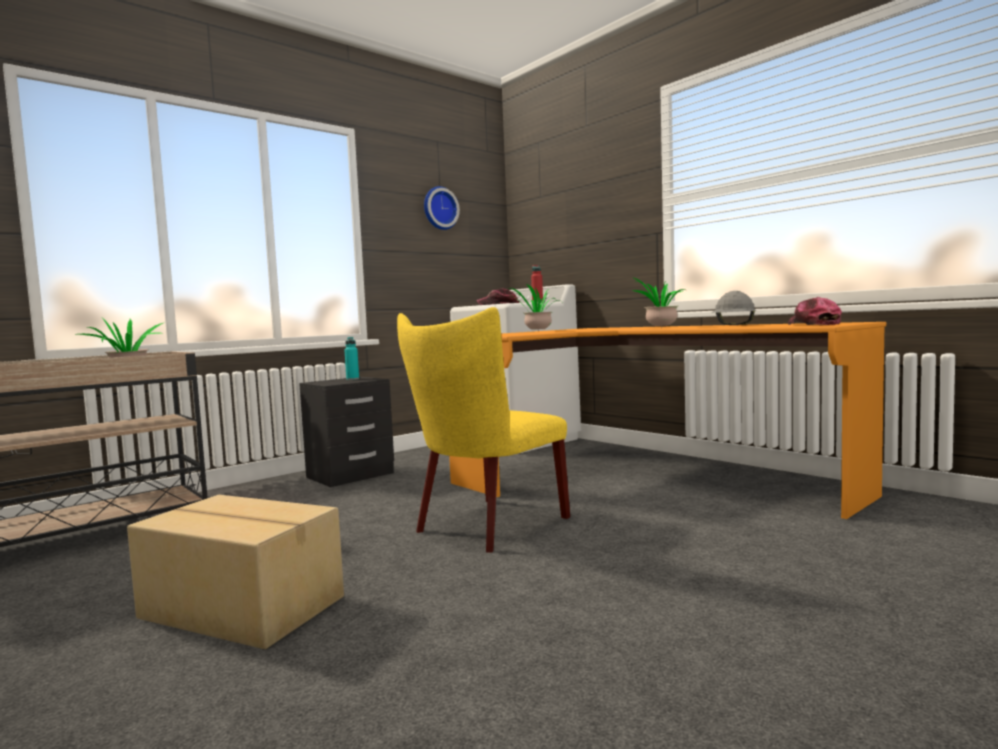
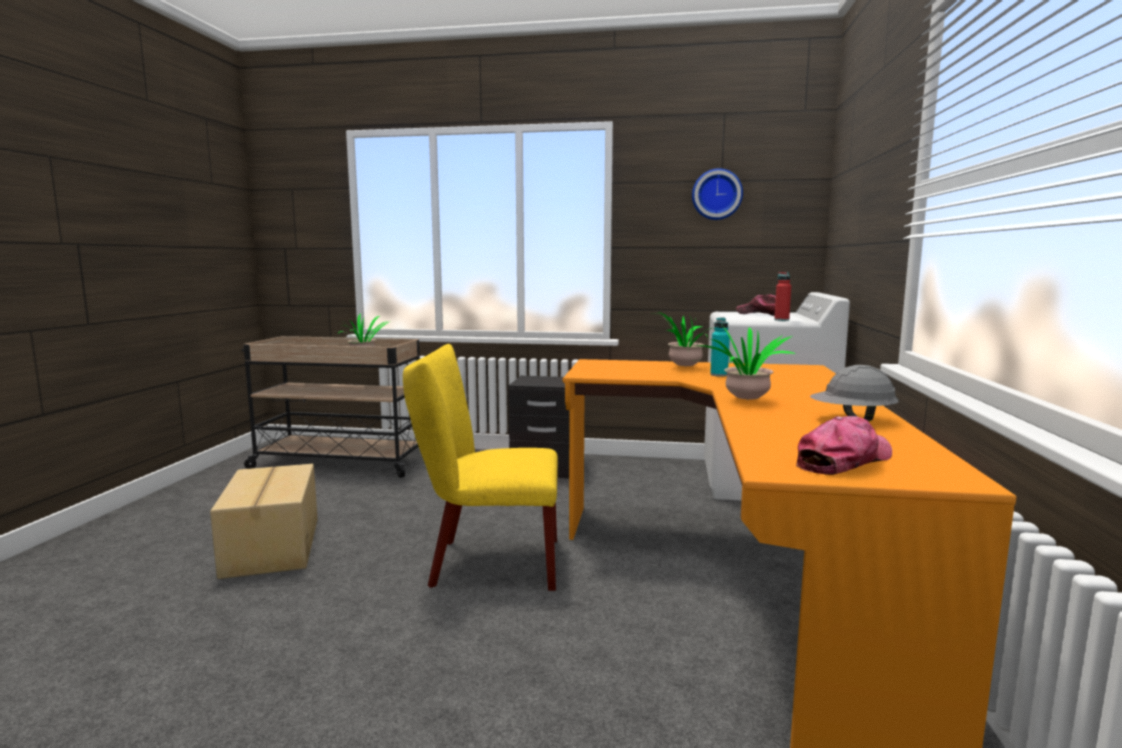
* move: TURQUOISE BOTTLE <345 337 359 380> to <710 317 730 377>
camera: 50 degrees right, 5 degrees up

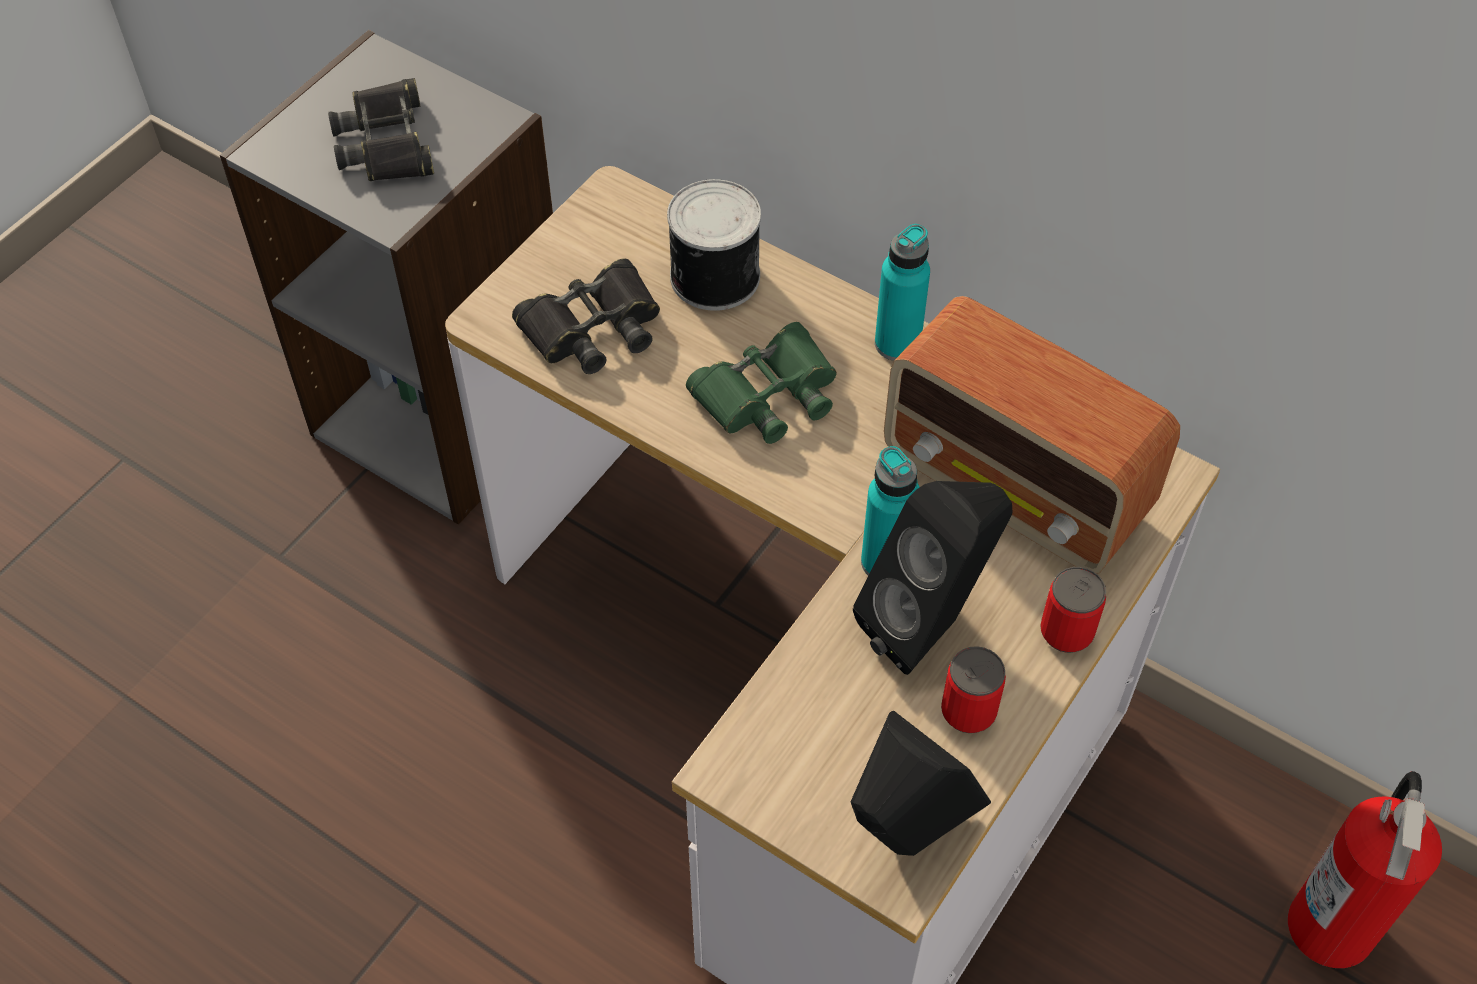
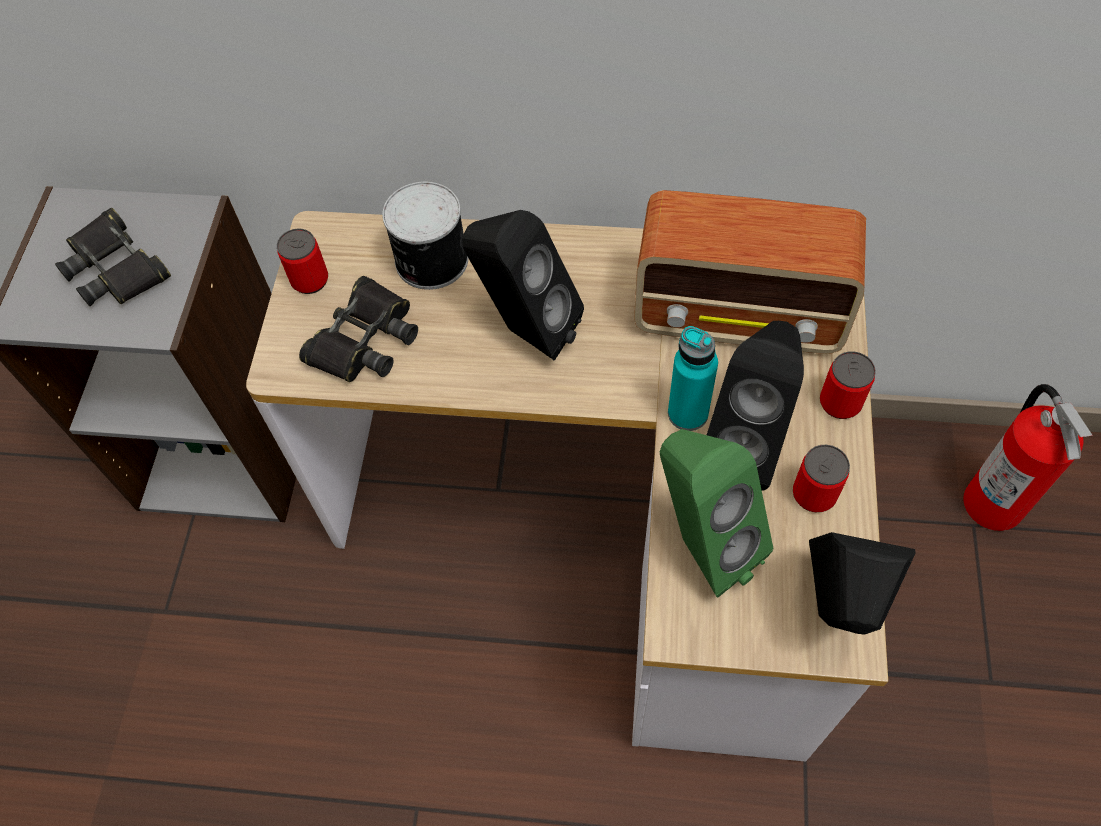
* replace: GREEN BINOCULARS <686 322 837 444> to BLACK SPEAKER <462 210 584 360>
* delete: TURQUOISE BOTTLE <875 224 930 361>
* insert: CAN <277 228 328 294>
* insert: GREEN SPEAKER <660 429 773 598>
camera: 25 degrees left, 5 degrees up

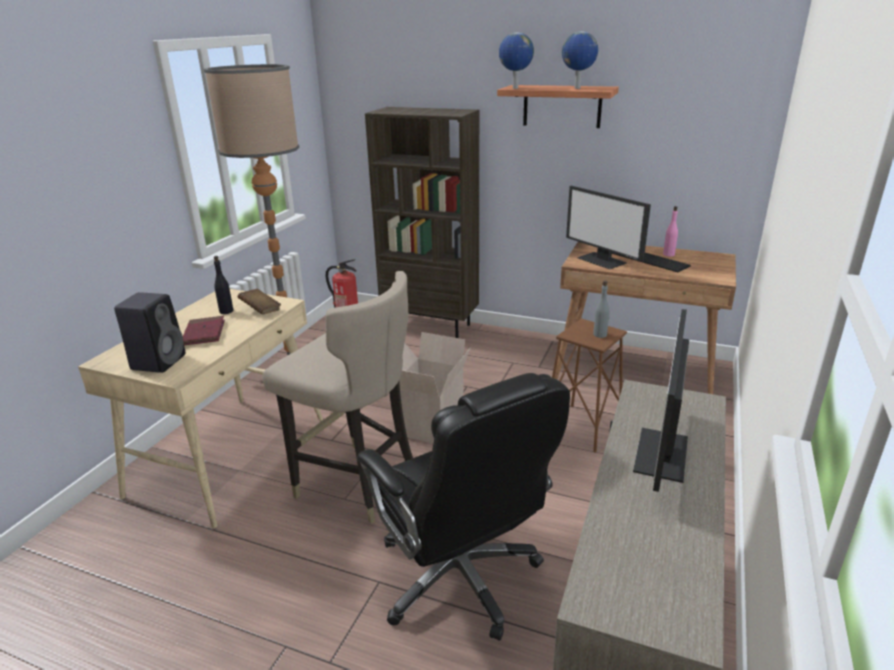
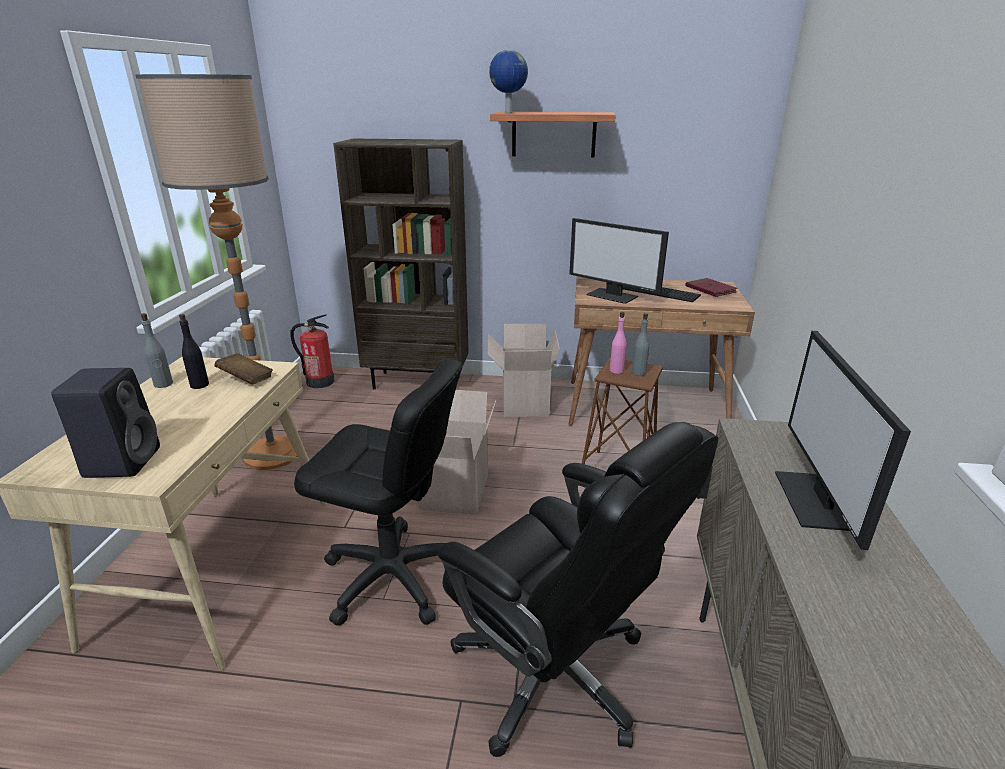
* move: RED BOOK <183 316 225 346> to <685 278 738 297>
* replace: BEIGE STOOL <263 271 413 524> to BLACK OFFICE CHAIR <294 359 462 626>
* delete: GLOBE <562 31 598 89>
* move: PINK BOTTLE <663 206 678 256> to <610 312 627 374>
* insert: GREY BOTTLE <141 313 173 388>
* insert: CARDBOARD BOX <488 324 560 417>
camera: 15 degrees left, 0 degrees up

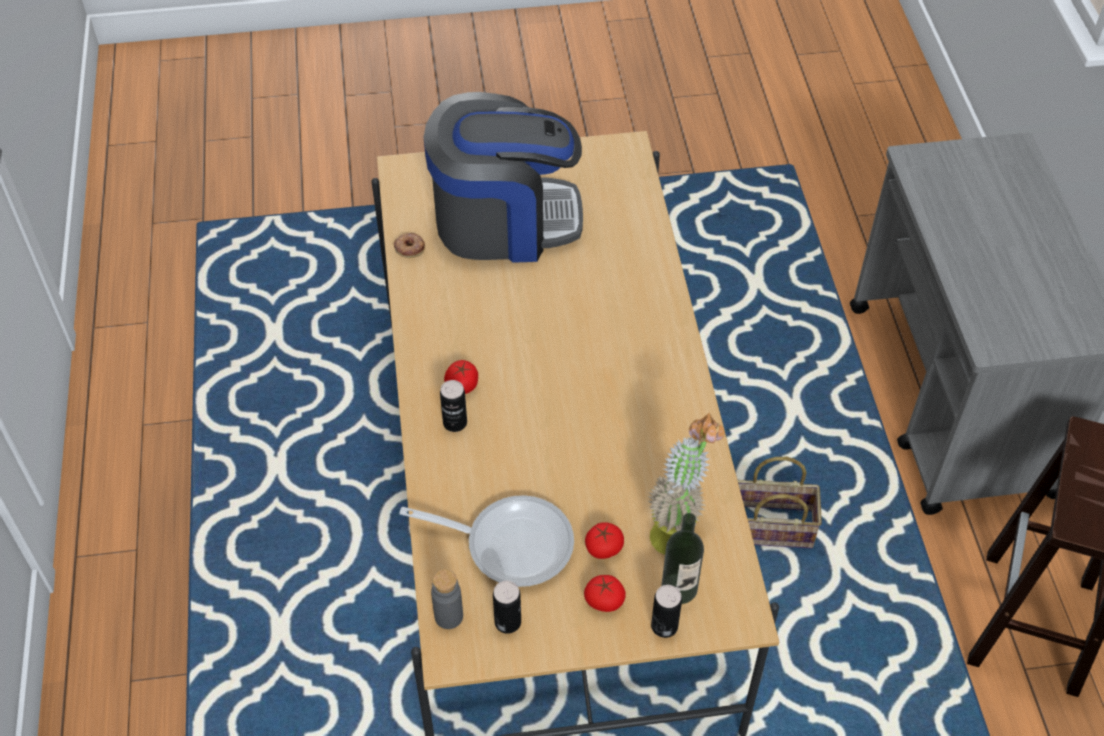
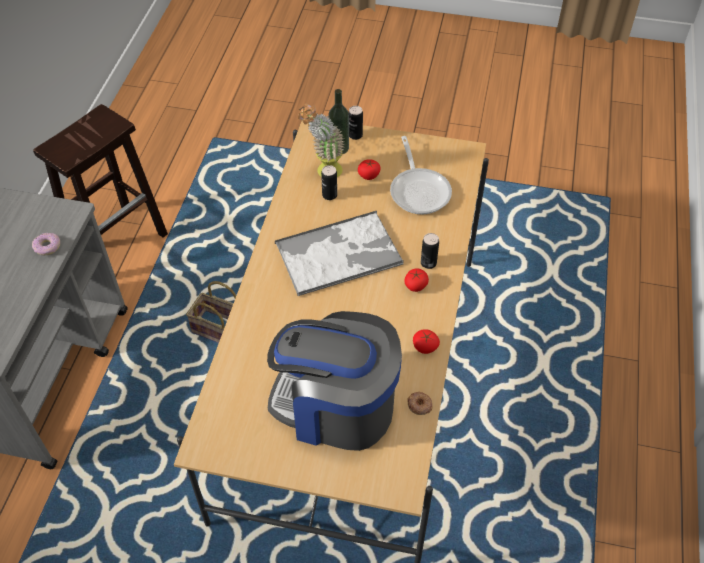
* rotate: FRYING PAN <399 495 574 587> = <390 136 452 214> 135 degrees counterclockwise
* delete: GREY BOTTLE <431 569 463 629>
* move: CAN <493 581 521 634> to <321 165 337 200>
* move: TOMATO <584 575 626 612> to <413 329 440 354>
* insert: DONUT <32 233 60 255>
* insert: TRAY <275 211 404 297>
camera: 160 degrees left, 0 degrees up

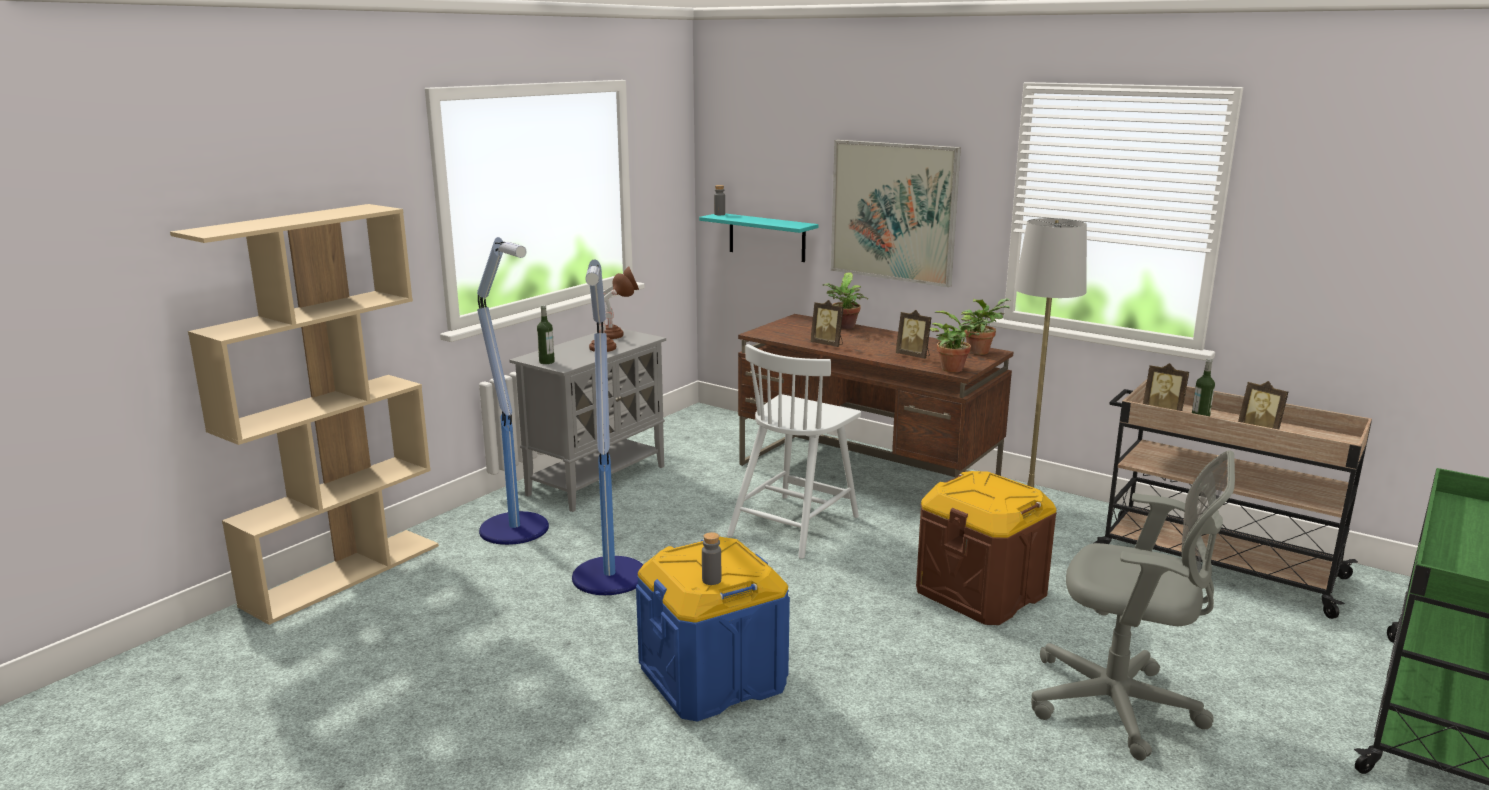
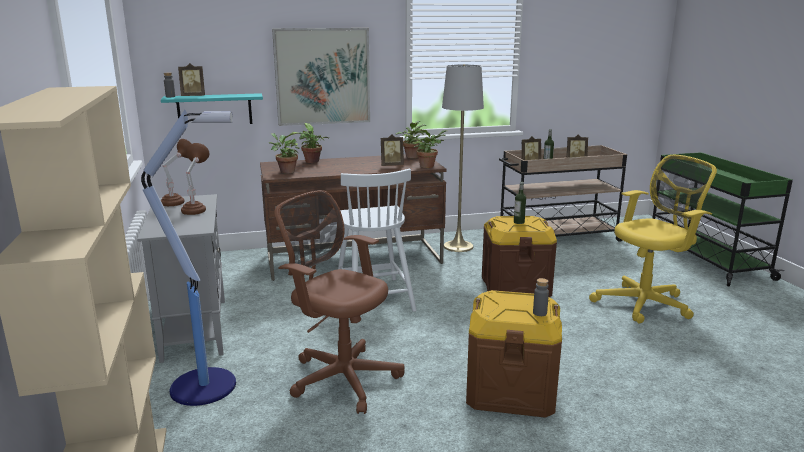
* move: BOTTLE <537 305 555 364> to <514 182 526 224>
* replace: FLOOR LAMP <572 259 643 595> to BROWN OFFICE CHAIR <274 190 405 414>
* recolor: BLUE STORAGE BOX <636 537 790 722> to BROWN STORAGE BOX <466 290 562 418>
* move: PICTURE FRAME <810 300 843 347> to <178 63 205 96>
* recolor: GREY OFFICE CHAIR <1031 450 1235 761> to YELLOW OFFICE CHAIR <589 155 717 324>
* insert: POTTED PLANT <269 132 300 173>
camera: 50 degrees left, 0 degrees up

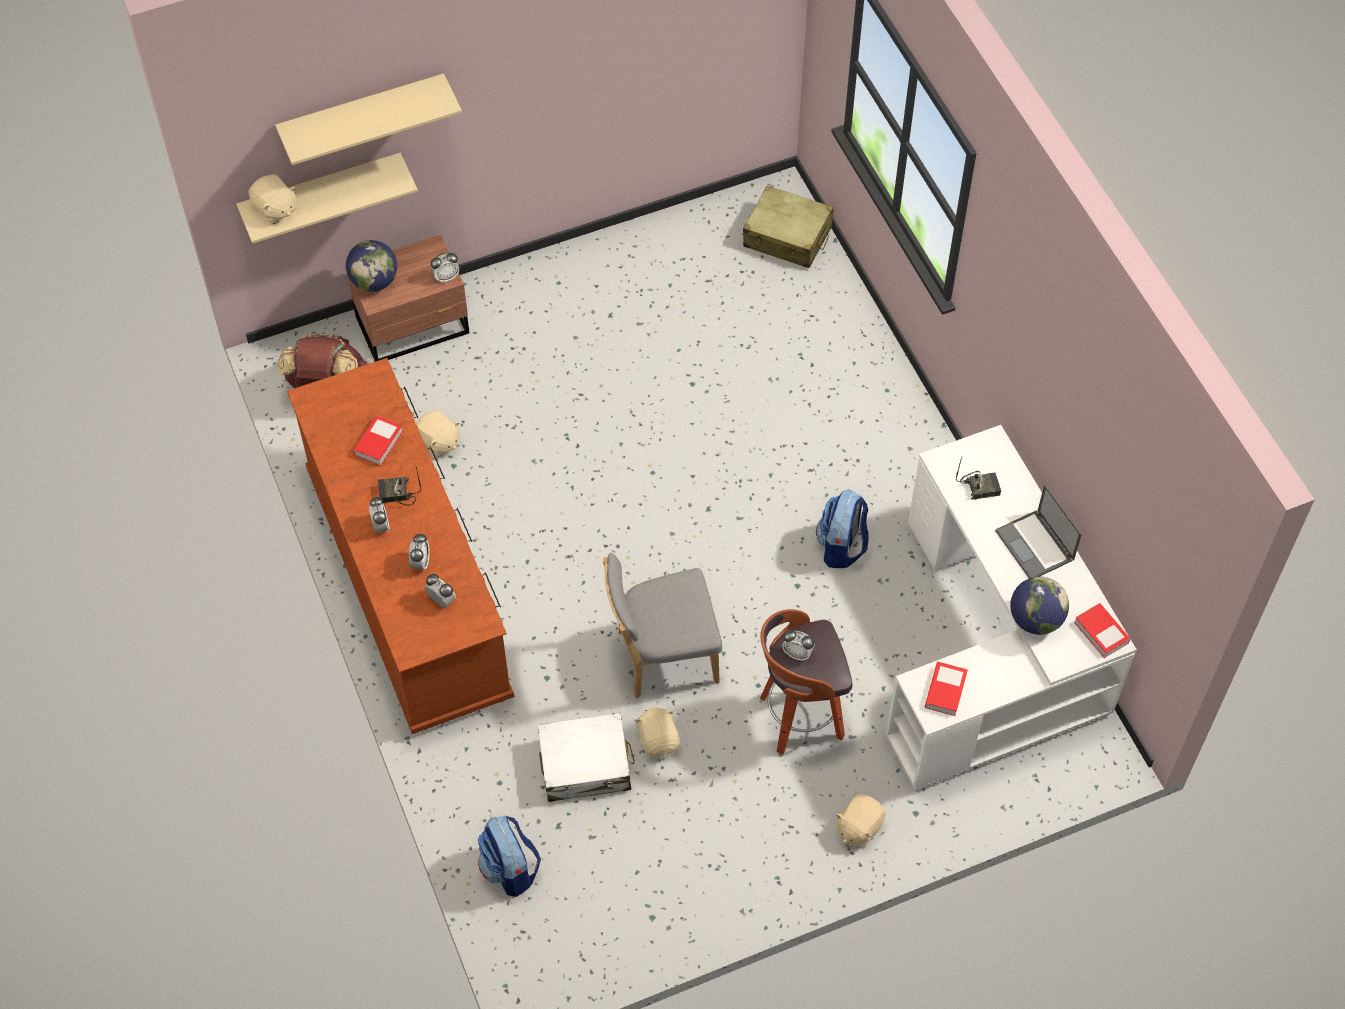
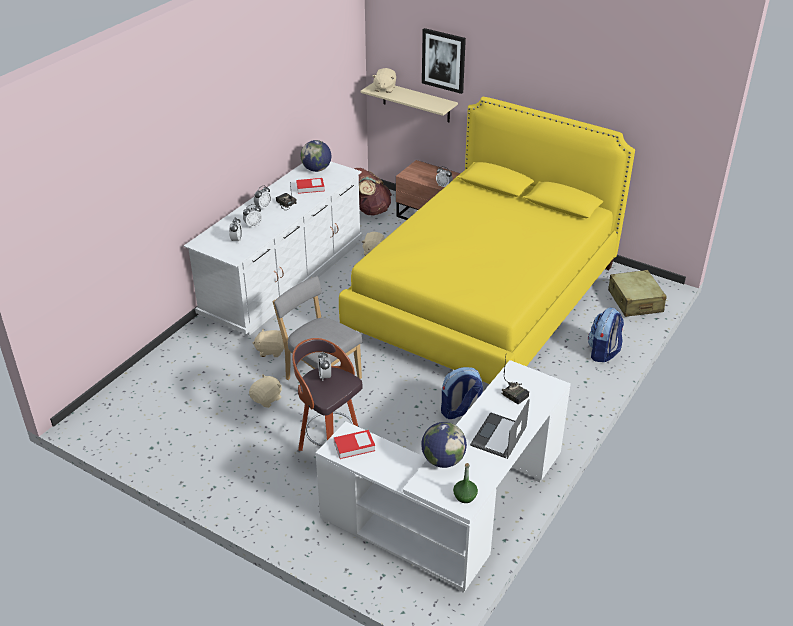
* replace: BEIGE SHELF <275 73 462 165> to PICTURE <422 28 466 94>
* recolor: BROWN DRESSER <287 358 514 734> to WHITE DRESSER <184 162 362 336>
* move: GLOBE <346 240 397 292> to <300 140 332 172>
* move: BACKPACK <478 816 541 897> to <588 308 624 362>
* delete: WHITE SUITCASE <538 712 635 802>
* move: BEIGE PLUSH TOY <835 794 886 847> to <253 329 284 357>
* replace: BOOK <1074 603 1131 658> to GREEN BOTTLE <453 463 478 503>
* insert: YELLOW BED <339 97 635 384>
camera: 55 degrees right, 20 degrees down

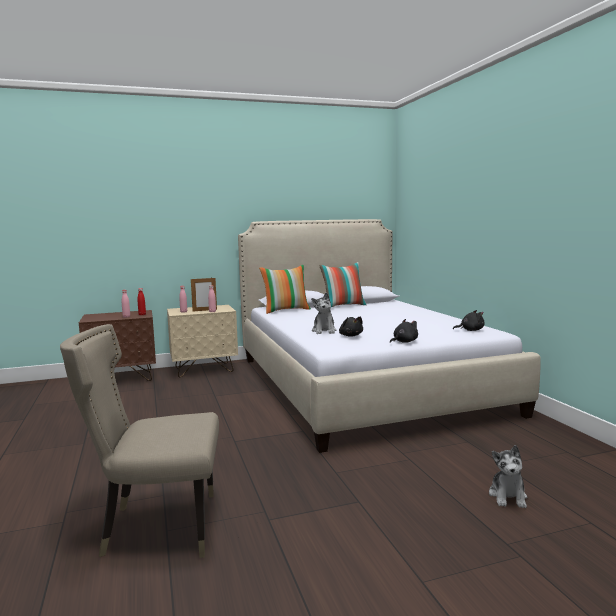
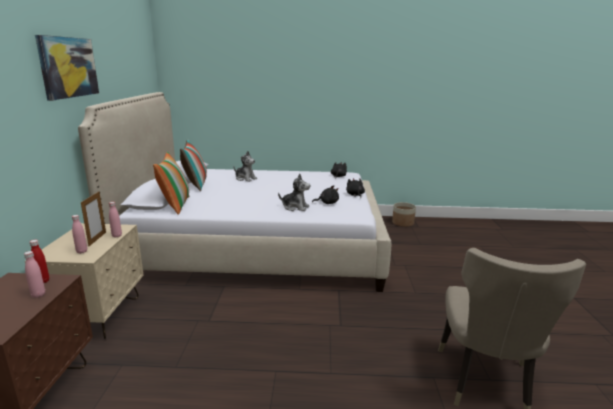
* move: PLUSH TOY <489 445 527 508> to <233 151 257 182>
* insert: PICTURE <35 35 99 101>
* insert: PLANTER <392 202 416 227>
camera: 70 degrees left, 10 degrees up

